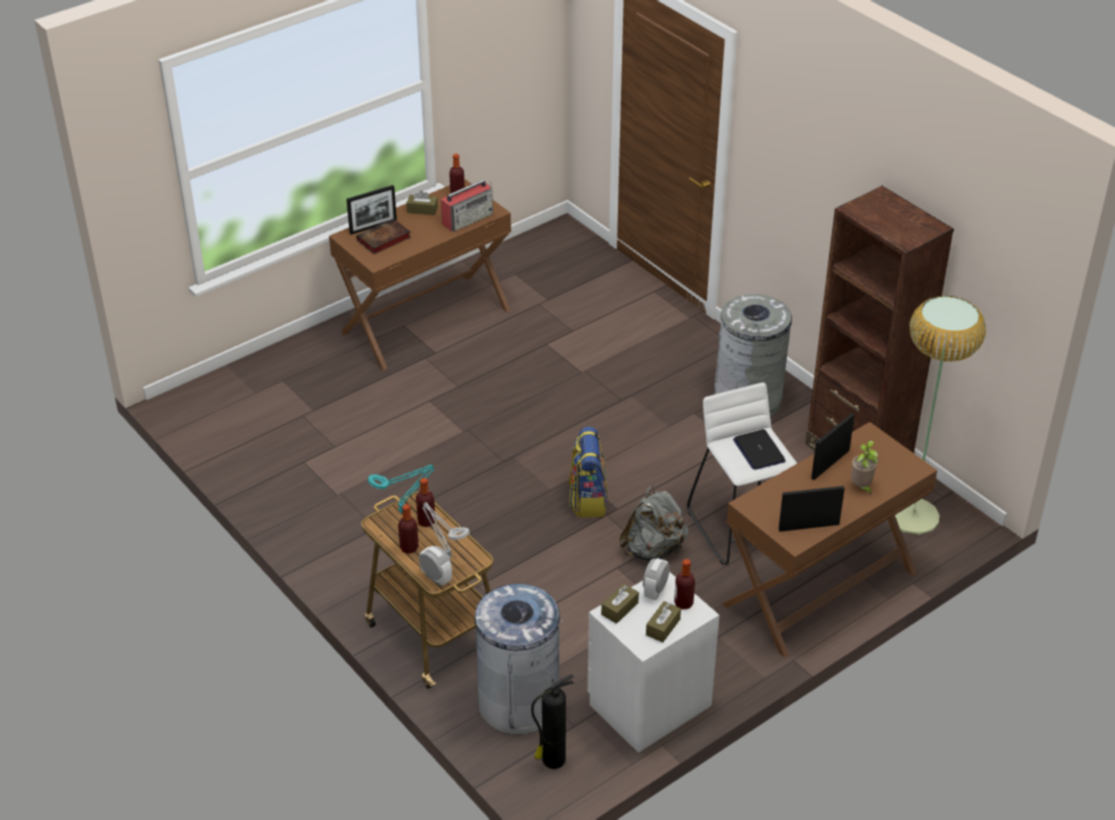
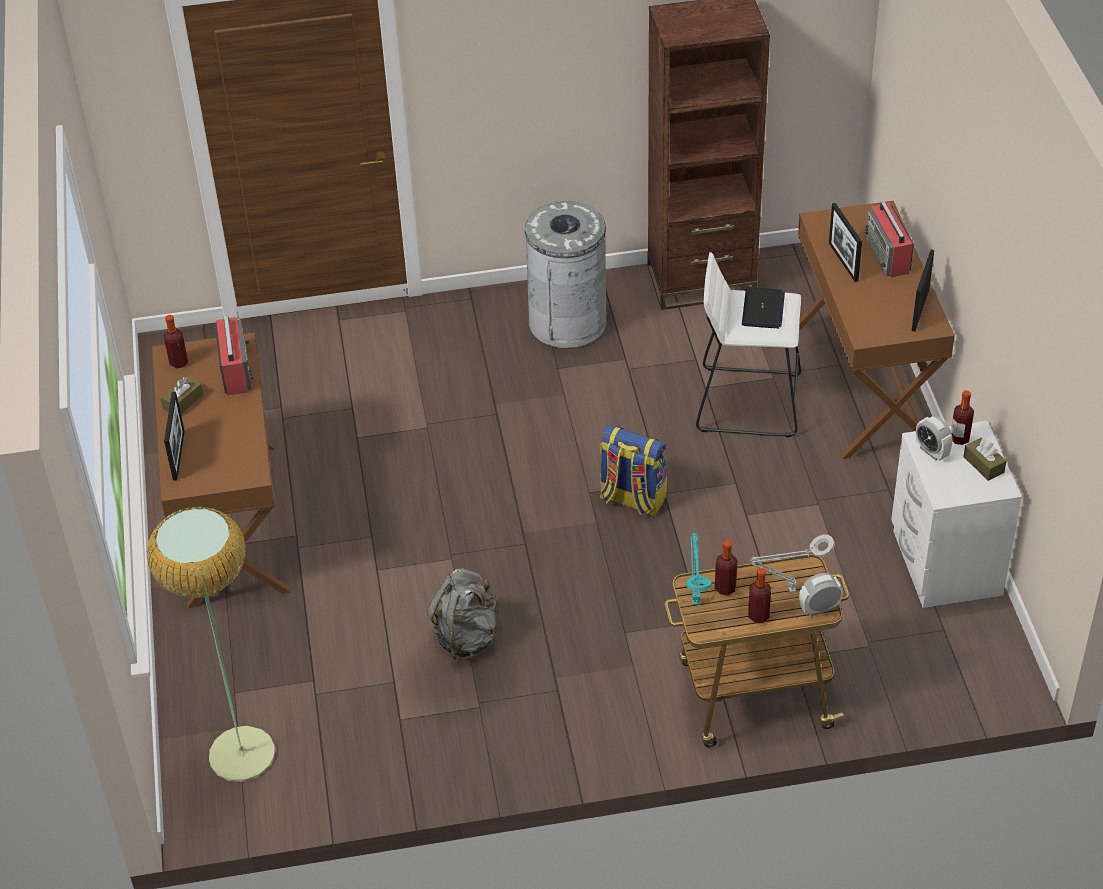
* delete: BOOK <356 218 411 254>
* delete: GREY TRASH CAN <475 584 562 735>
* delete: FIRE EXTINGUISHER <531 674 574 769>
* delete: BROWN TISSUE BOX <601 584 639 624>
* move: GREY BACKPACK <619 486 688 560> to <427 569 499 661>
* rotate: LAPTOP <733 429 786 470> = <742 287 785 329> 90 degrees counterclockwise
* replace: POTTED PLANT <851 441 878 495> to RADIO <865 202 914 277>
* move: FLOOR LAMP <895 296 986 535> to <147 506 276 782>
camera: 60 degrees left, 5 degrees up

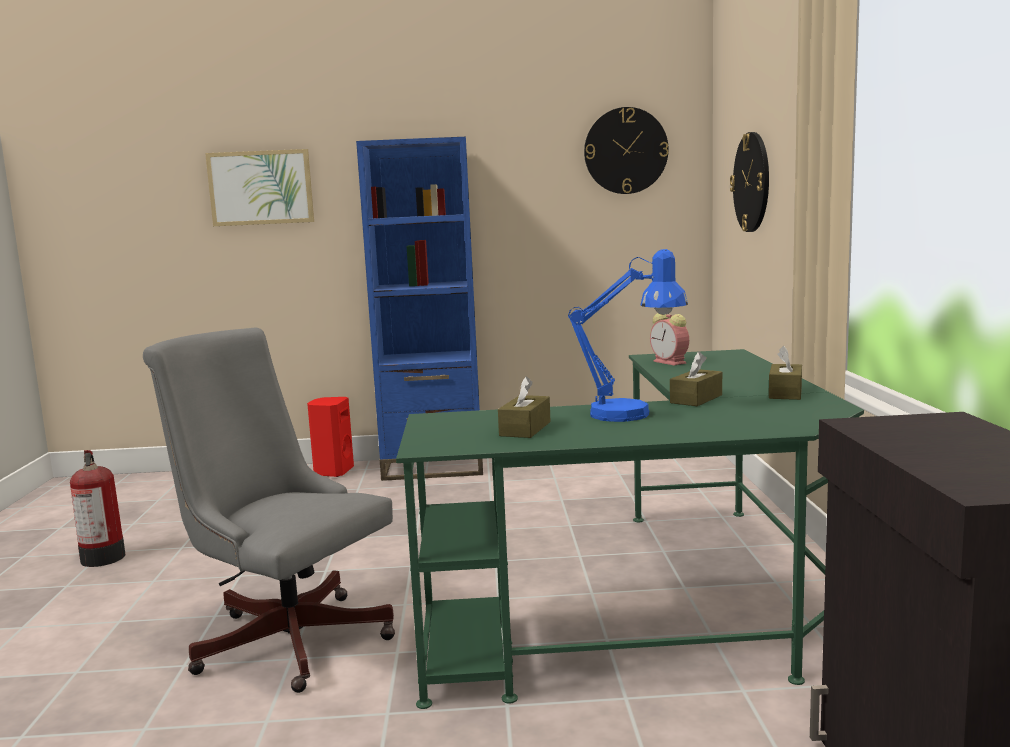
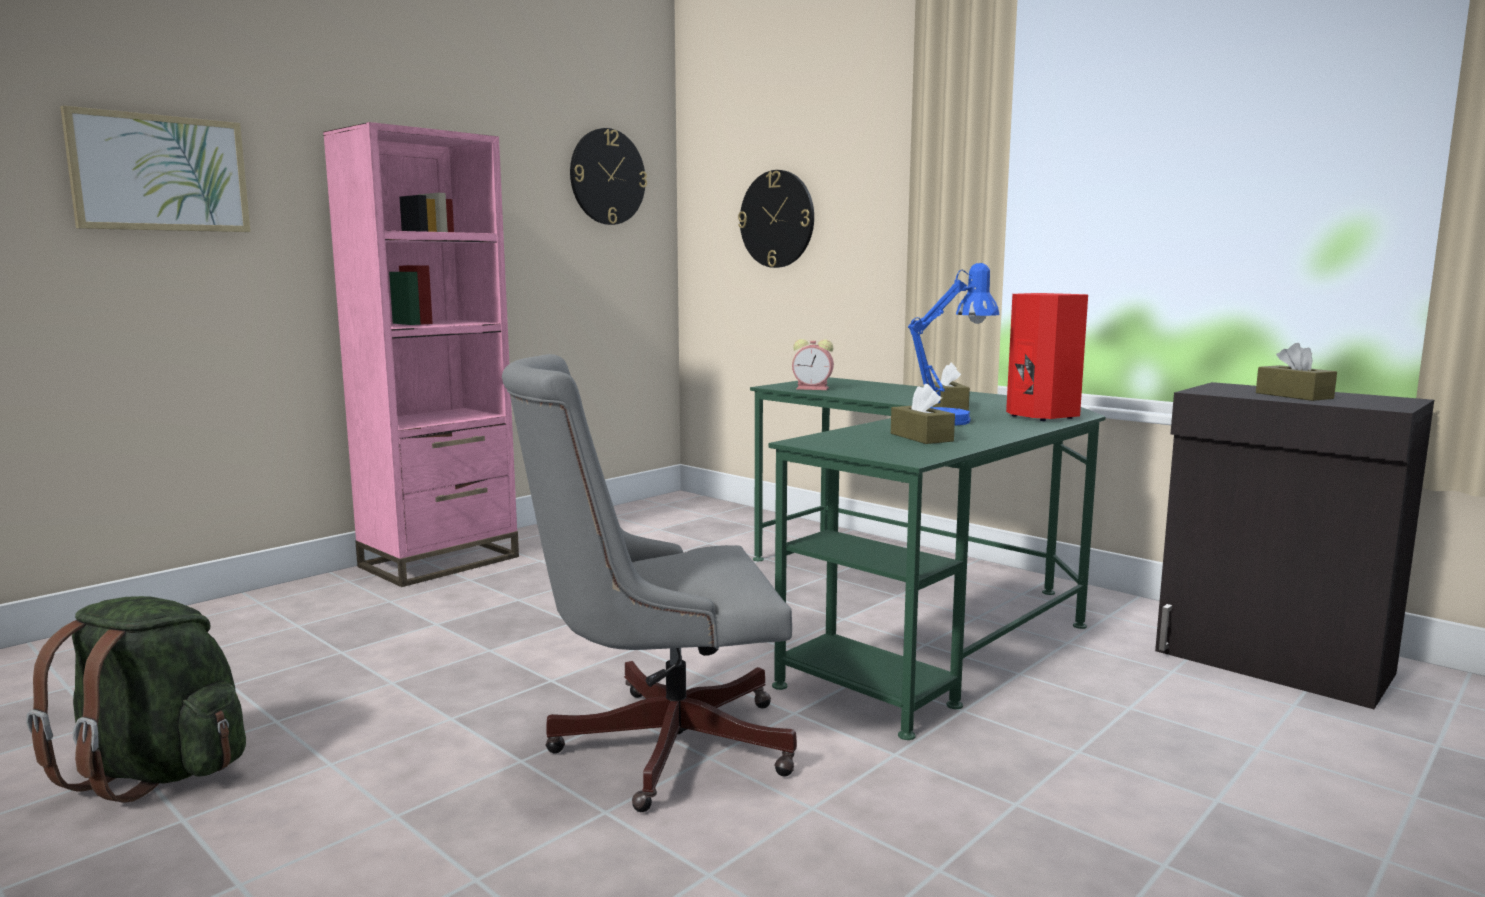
* replace: FIRE EXTINGUISHER <70 450 125 567> to GREEN BACKPACK <26 596 246 803>
* move: RED SPEAKER <307 397 354 477> to <1006 293 1088 421>
* recolor: BLUE BOOKCASE <356 137 483 481> to PINK BOOKCASE <323 122 519 587>
* move: BROWN TISSUE BOX <769 346 802 400> to <1256 343 1337 401>
camera: 45 degrees left, 0 degrees up

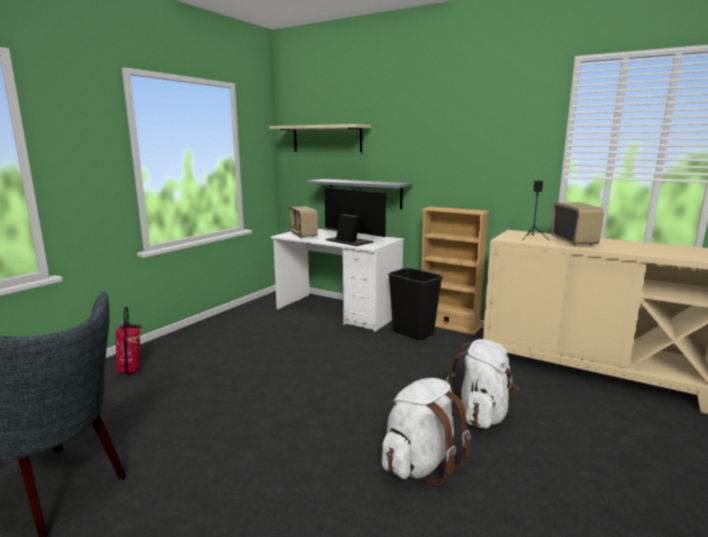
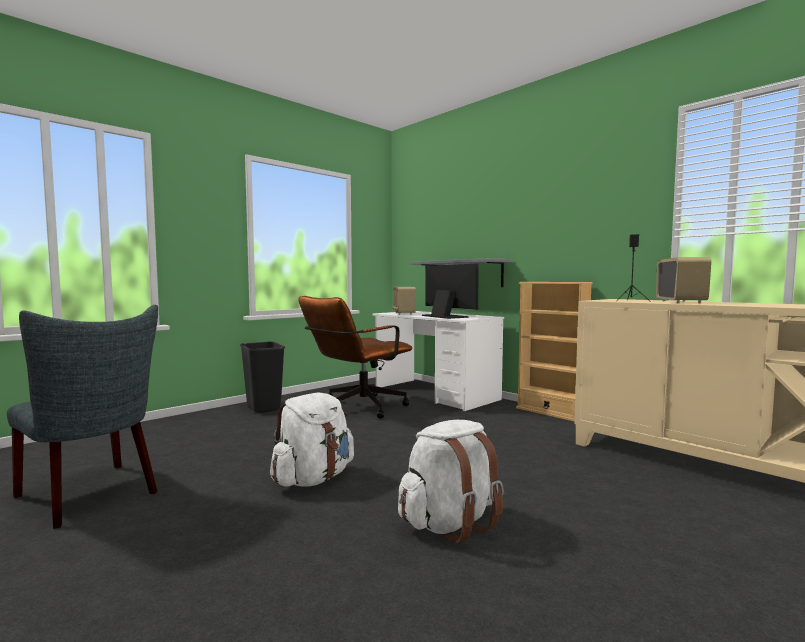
* delete: FIRE EXTINGUISHER <116 307 142 374>
* delete: BEIGE SHELF <269 124 371 152>
* move: BLACK TRASH CAN <388 268 443 340> to <240 342 285 413>
* move: WHITE BACKPACK <446 339 520 429> to <270 393 354 487>
* insert: BROWN OFFICE CHAIR <298 296 412 418>
camera: 15 degrees right, 10 degrees down

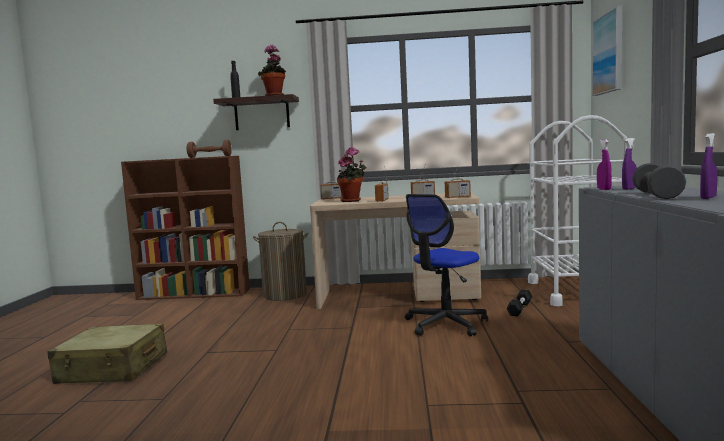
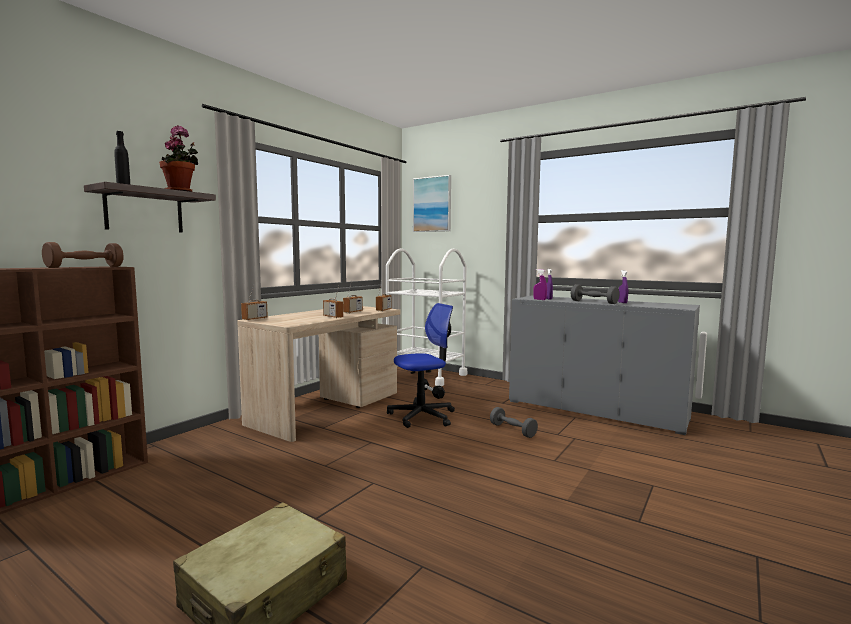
* delete: LAUNDRY BASKET <253 222 309 301>
* delete: POTTED PLANT <337 147 366 202>
* rotate: OFFICE CHAIR <405 194 488 336> = <387 303 455 428> 105 degrees counterclockwise
* insert: GREY DUMBBELL <490 407 538 438>
camera: 60 degrees left, 0 degrees up

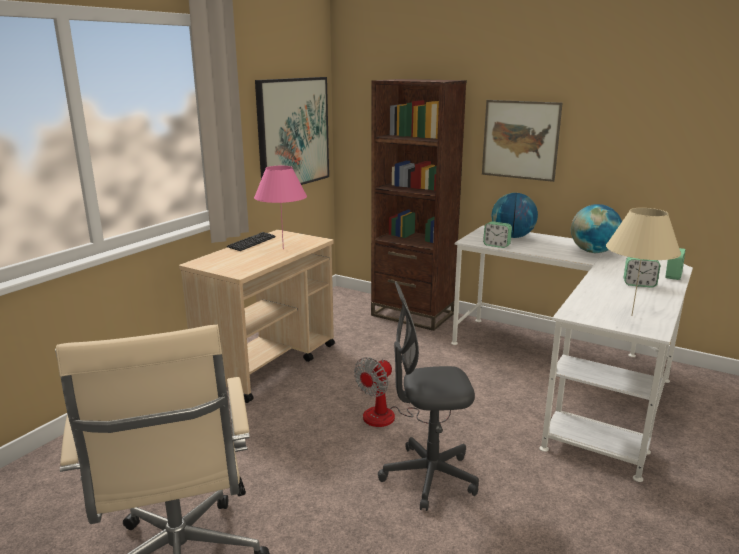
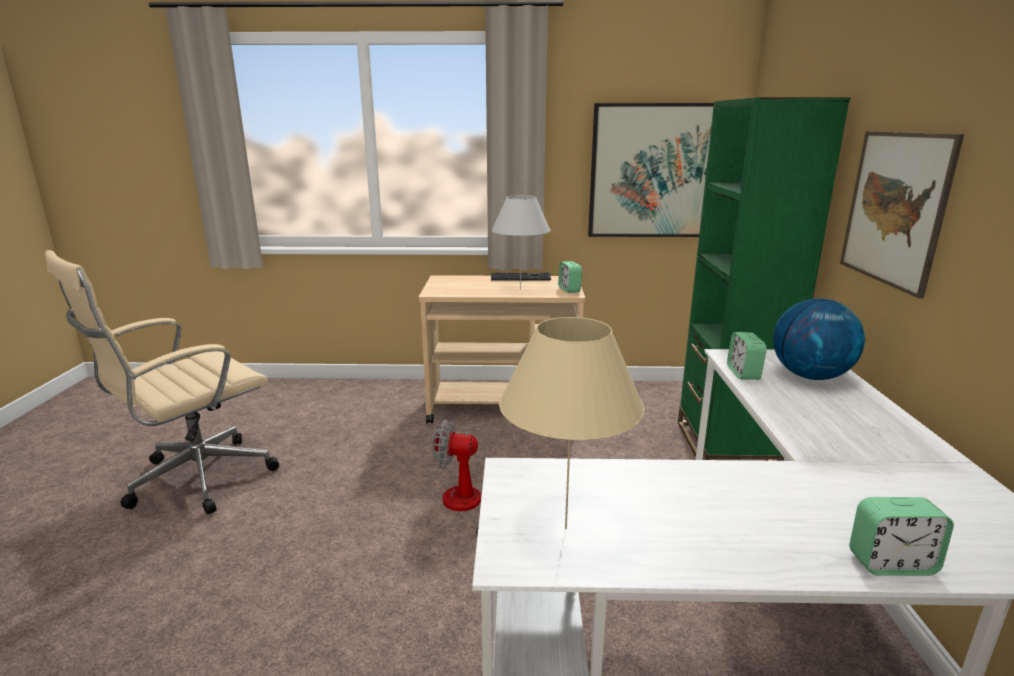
* recolor: PINK TABLE LAMP <254 166 307 249> to WHITE TABLE LAMP <492 195 550 290>
* recolor: BROWN BOOKCASE <371 79 467 331> to GREEN BOOKCASE <678 97 850 461>
* delete: GREY OFFICE CHAIR <378 281 479 511>
* delete: GLOBE <571 204 622 253>
* move: ALARM CLOCK <624 257 660 288> to <558 261 582 293>
camera: 60 degrees right, 0 degrees up

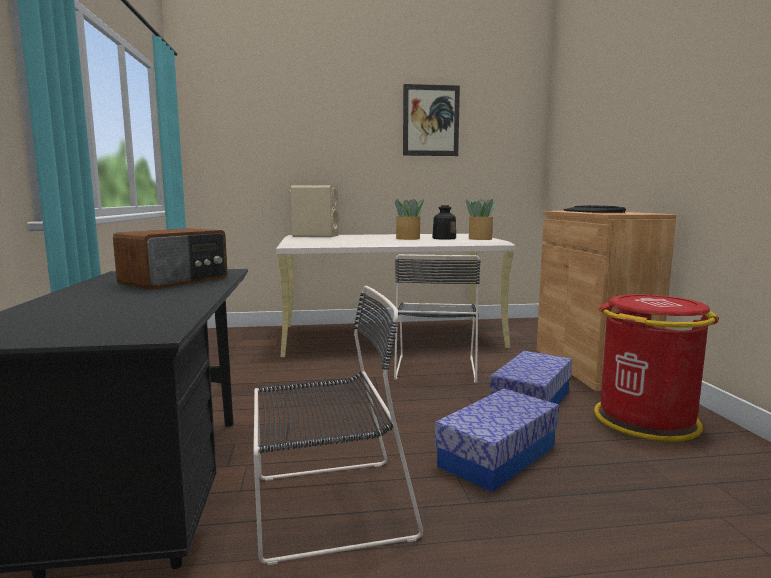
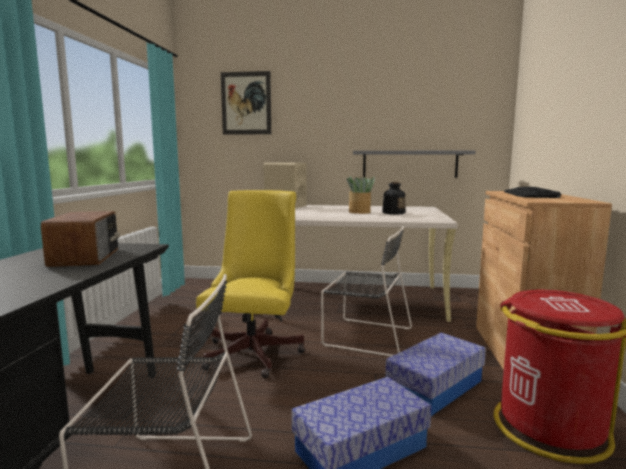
* rotate: RADIO <113 228 228 290> = <41 211 120 267> 60 degrees counterclockwise
* rotate: BLACK CHAIR <394 254 480 383> = <321 226 412 357> 90 degrees counterclockwise
* move: PICTURE <403 84 460 156> to <221 71 271 135>
* delete: POTTED PLANT <466 199 497 240>
* insert: YELLOW OFFICE CHAIR <196 190 305 378>
* insert: GREY SHELF <353 150 476 178>
camera: 15 degrees right, 0 degrees up

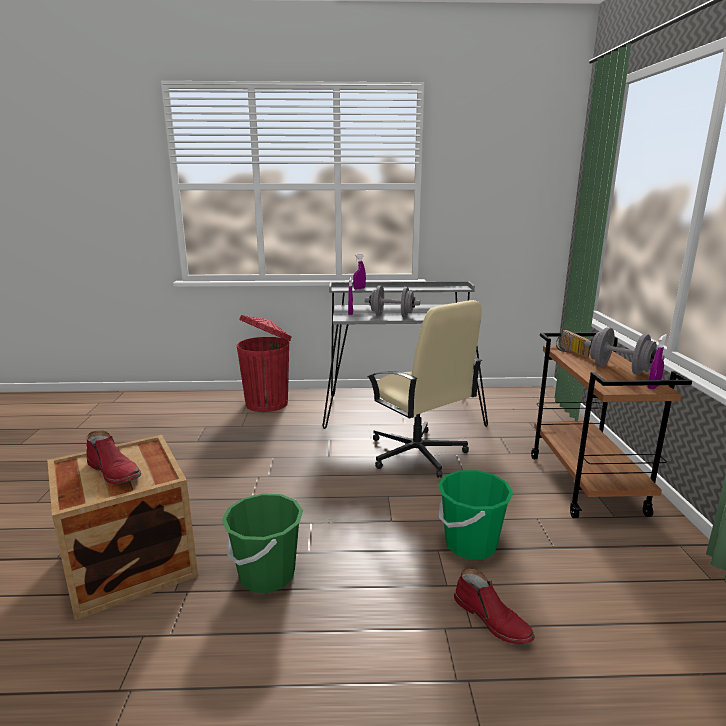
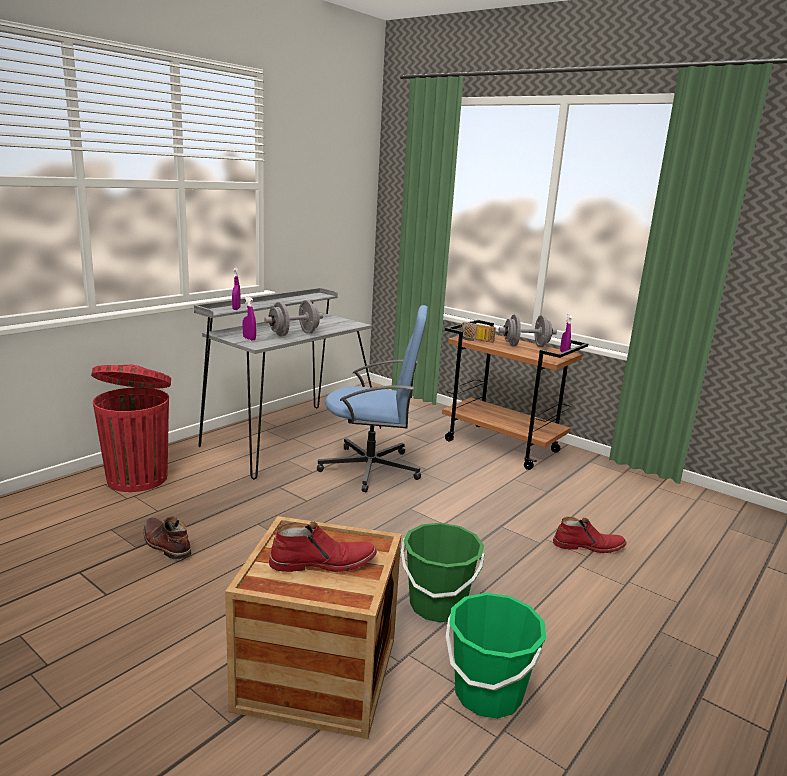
* recolor: BEIGE OFFICE CHAIR <367 300 482 478> to BLUE OFFICE CHAIR <317 305 428 493>
* move: GREEN BUCKET <438 470 513 560> to <446 593 546 719>
* insert: BROWN BOOT <143 517 191 560>
camera: 50 degrees left, 0 degrees up

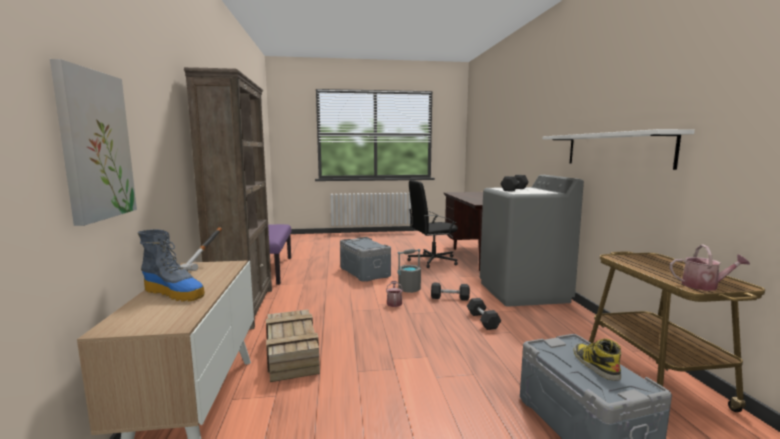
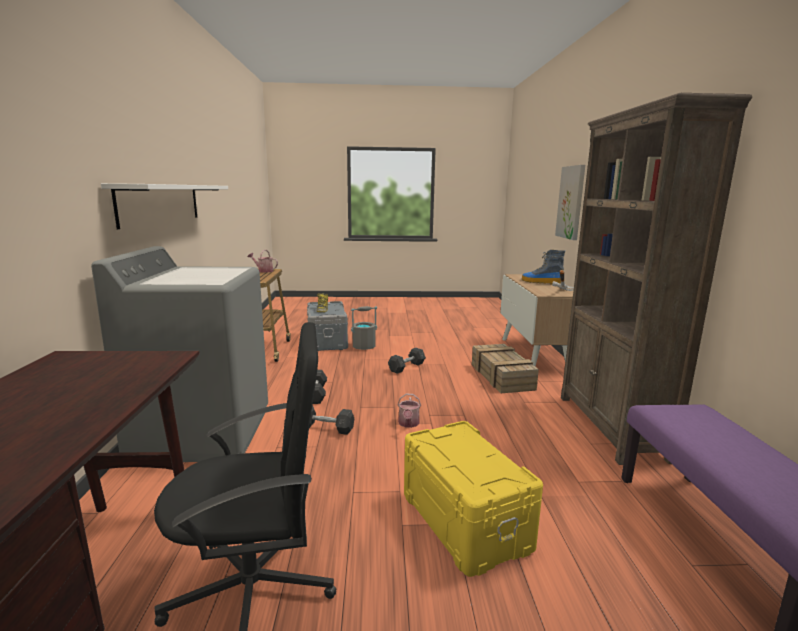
* recolor: GREY STORAGE BOX <340 237 391 282> to YELLOW STORAGE BOX <404 421 543 577>
* move: GREY BUCKET <397 249 421 293> to <351 306 377 350>
* move: GREY DUMBBELL <500 175 529 192> to <388 348 426 374>
camera: 175 degrees left, 5 degrees up

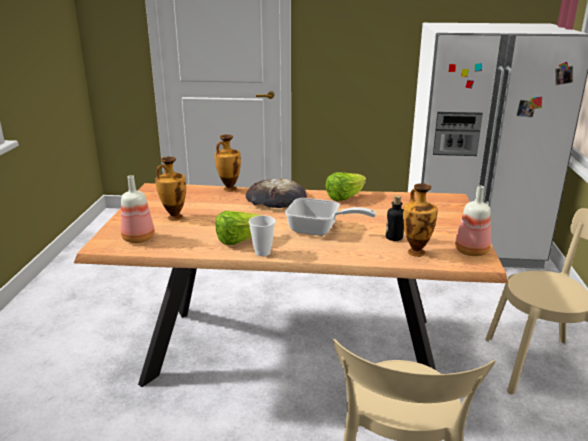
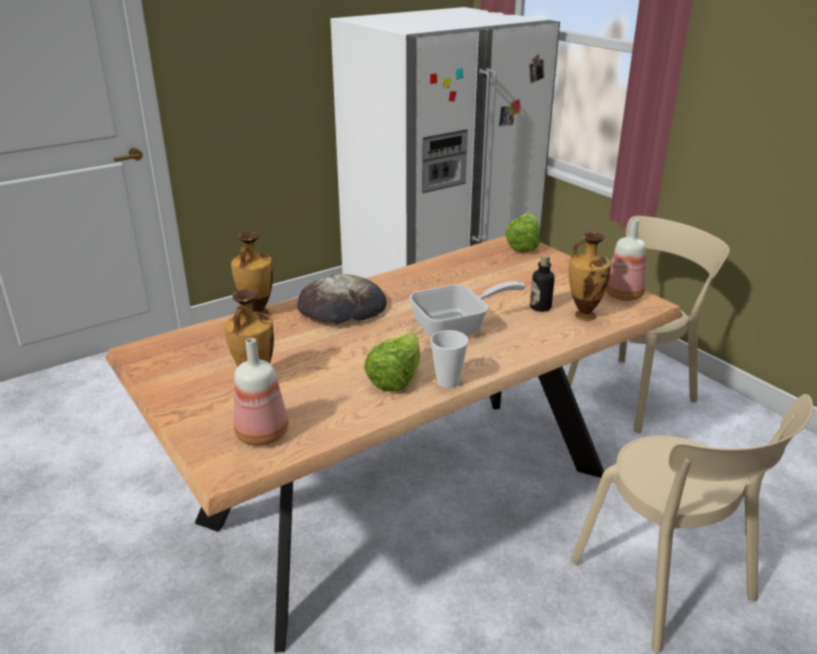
* move: LETTUCE <325 172 366 201> to <505 213 540 253>
camera: 40 degrees left, 5 degrees up

